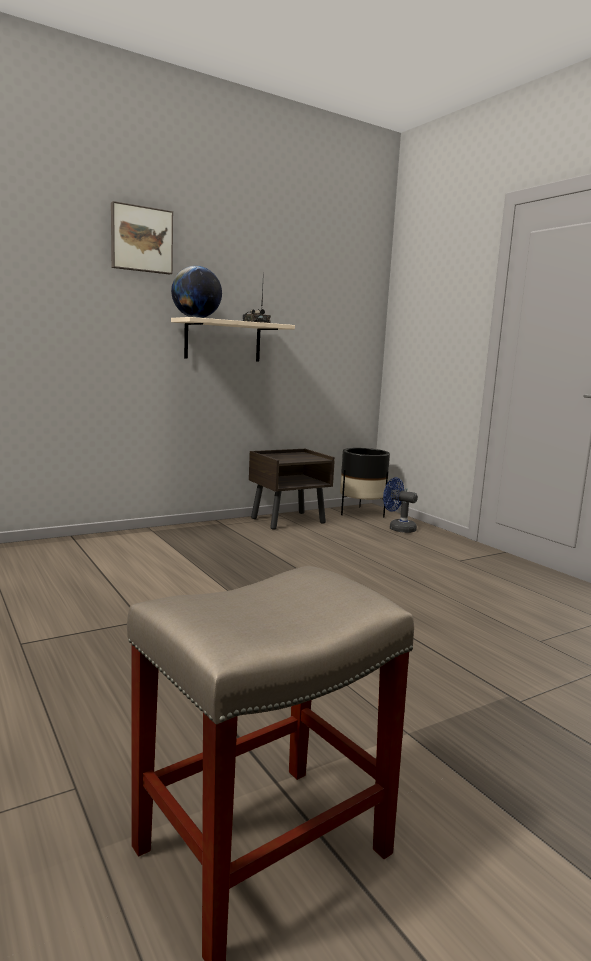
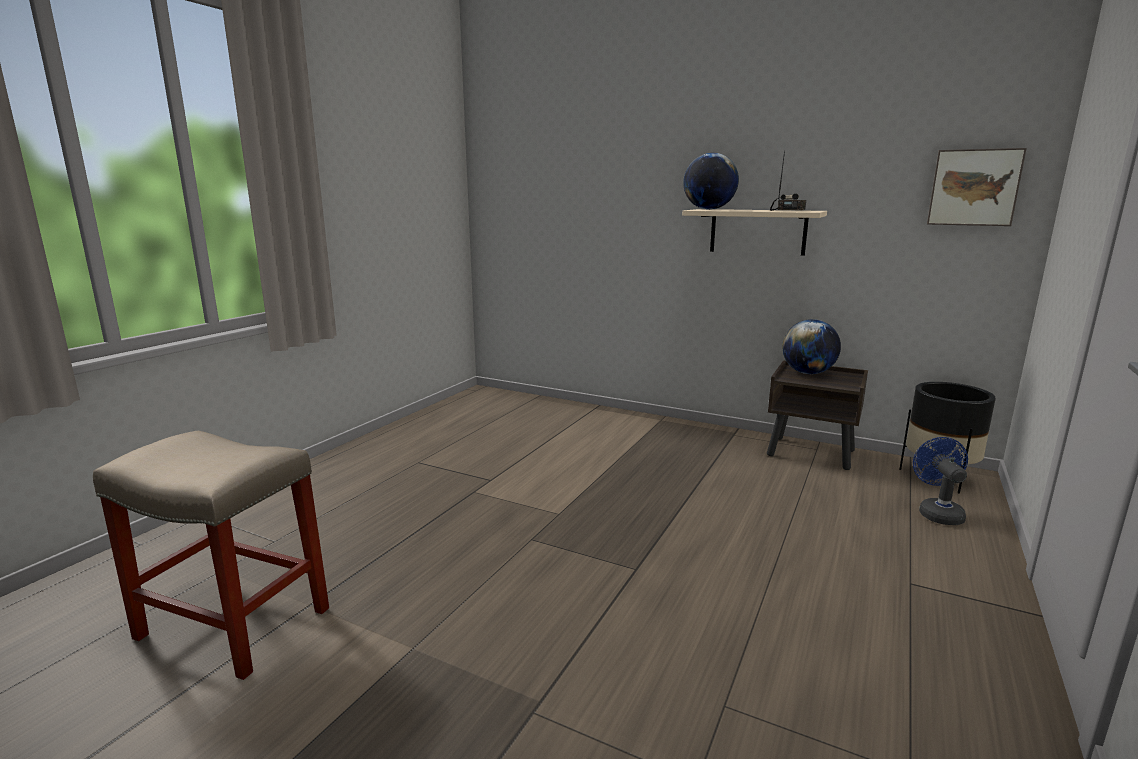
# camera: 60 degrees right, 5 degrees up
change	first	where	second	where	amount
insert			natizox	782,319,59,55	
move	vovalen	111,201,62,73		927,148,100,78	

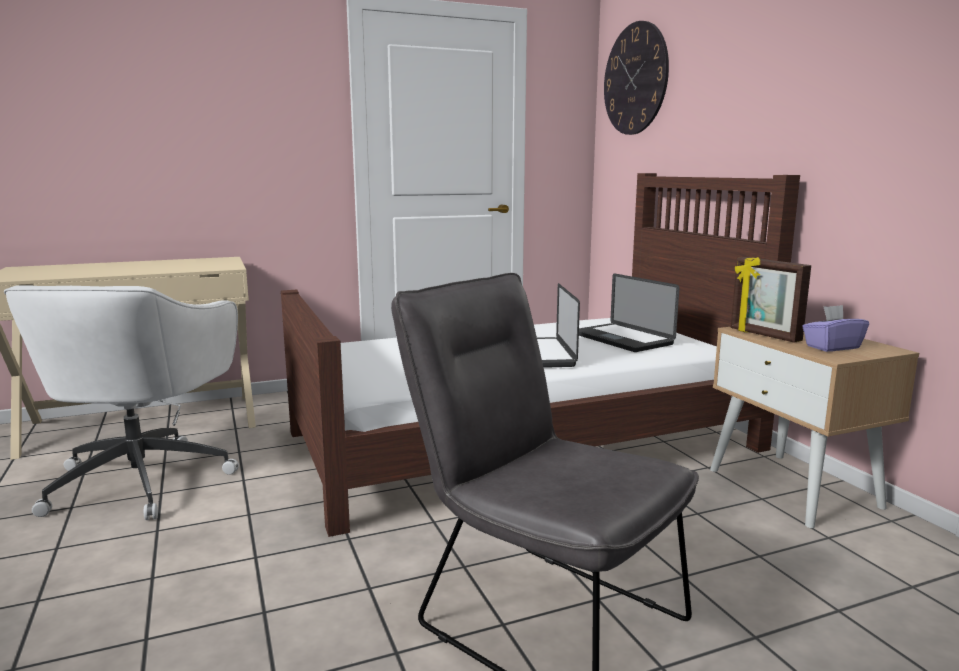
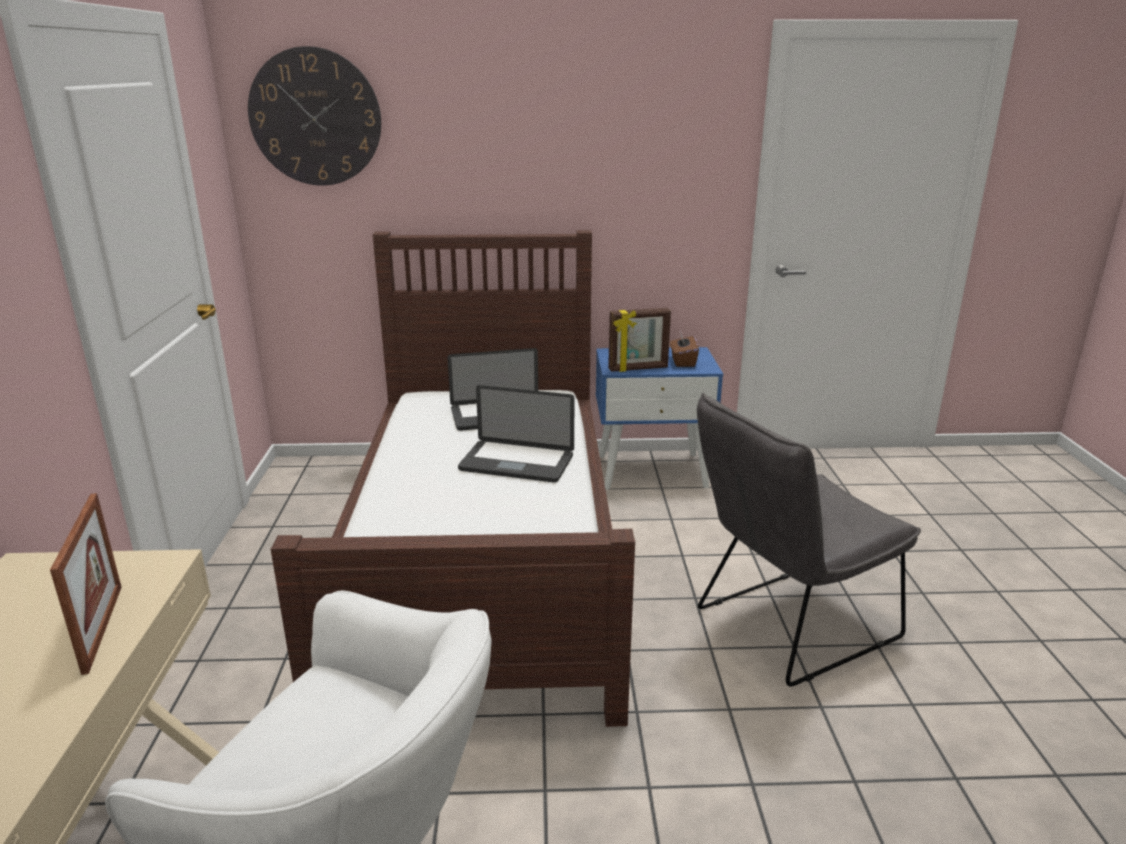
# camera: 70 degrees left, 10 degrees up
change	first	where	second	where	amount
insert			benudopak	50,493,72,182	
recolor	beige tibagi	710,327,209,201	blue tibagi	596,347,127,143	
recolor	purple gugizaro	802,305,67,47	brown gugizaro	670,330,29,37	

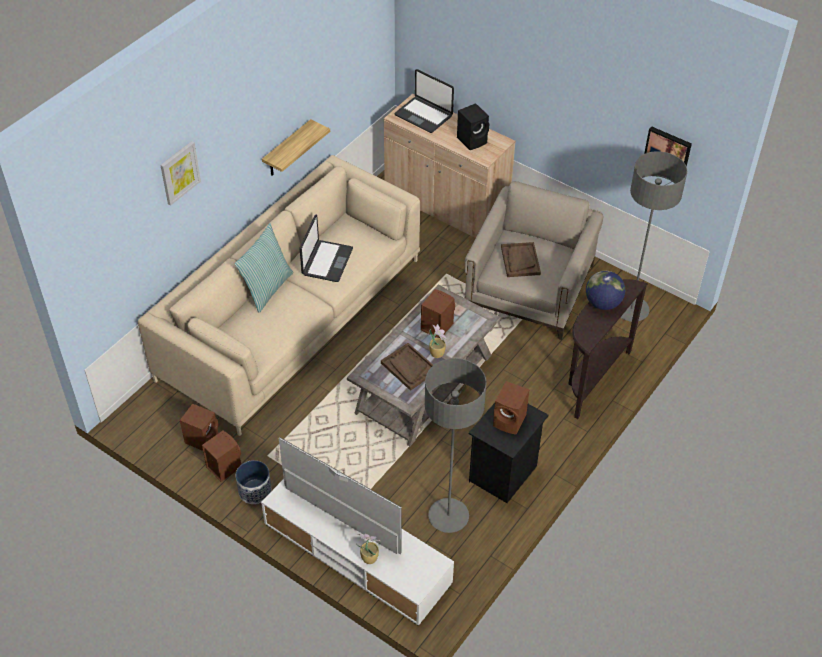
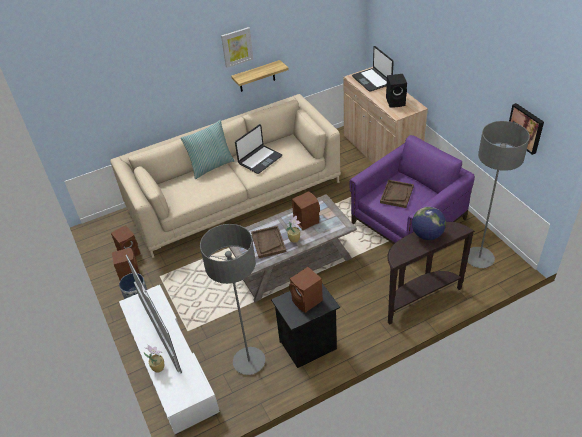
# camera: 30 degrees right, 5 degrees down
change	first	where	second	where	amount
move	vovalen	161,141,40,65		221,27,32,41	
recolor	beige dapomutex	465,181,138,159	purple dapomutex	350,135,125,109	

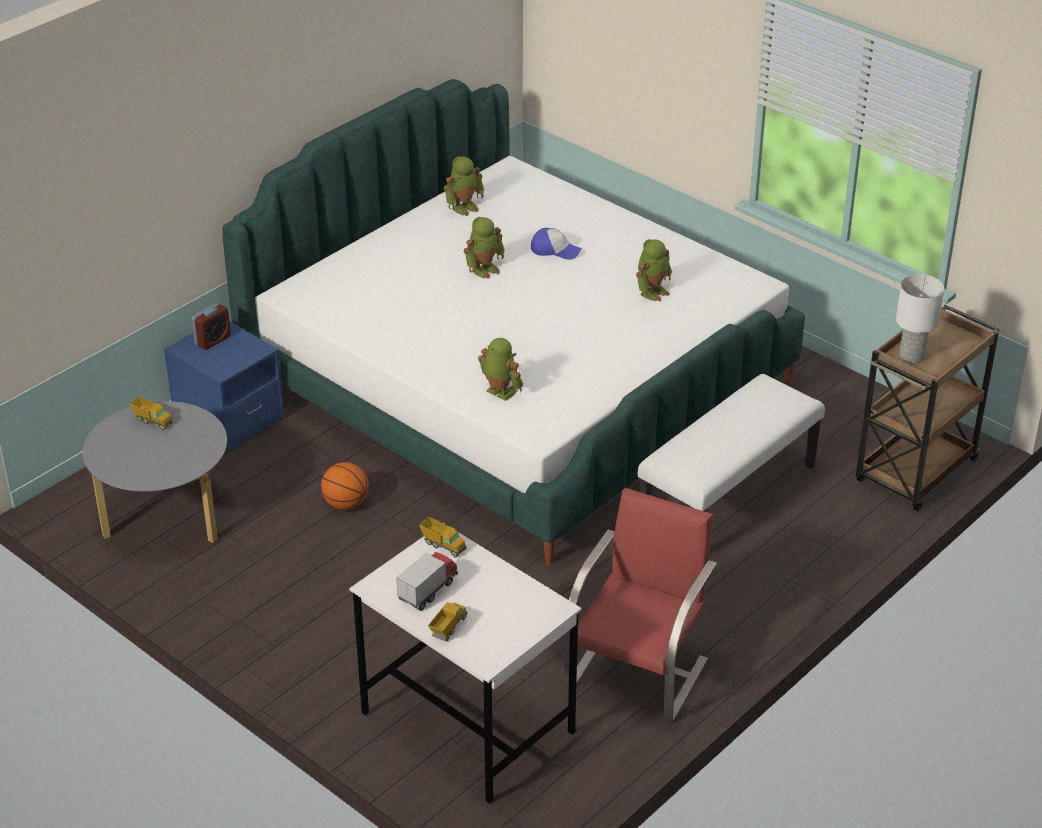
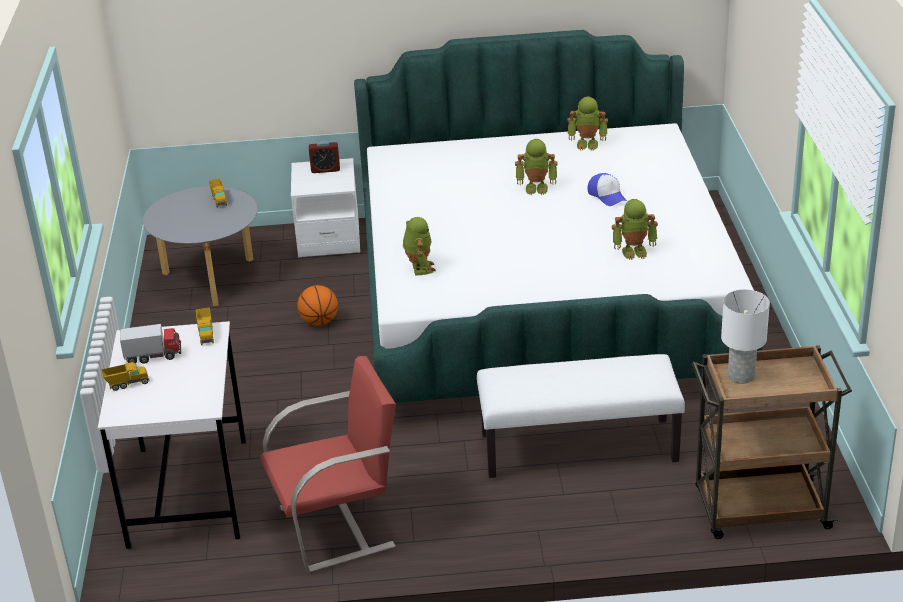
# camera: 45 degrees right, 5 degrees down
change	first	where	second	where	amount
recolor	blue tibagi	164,321,120,131	white tibagi	291,158,69,99	

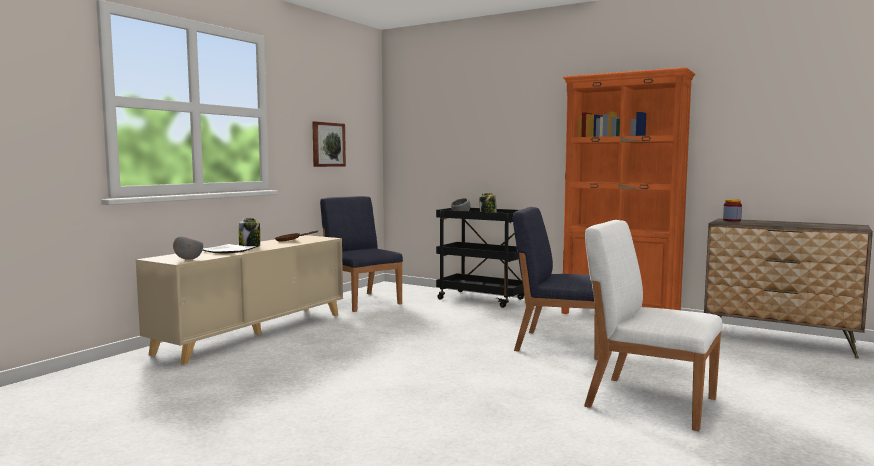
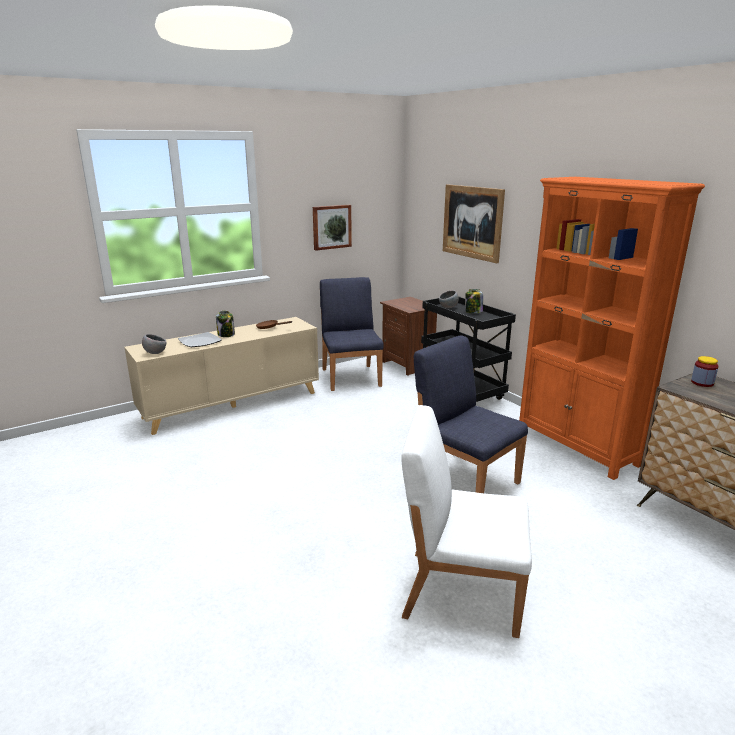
# camera: 25 degrees right, 15 degrees up
change	first	where	second	where	amount
insert			brown tibagi	380,297,57,79	
rotate	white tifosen	584,220,139,211		401,405,131,233	45 degrees counterclockwise
insert			vovalen	443,184,62,79	

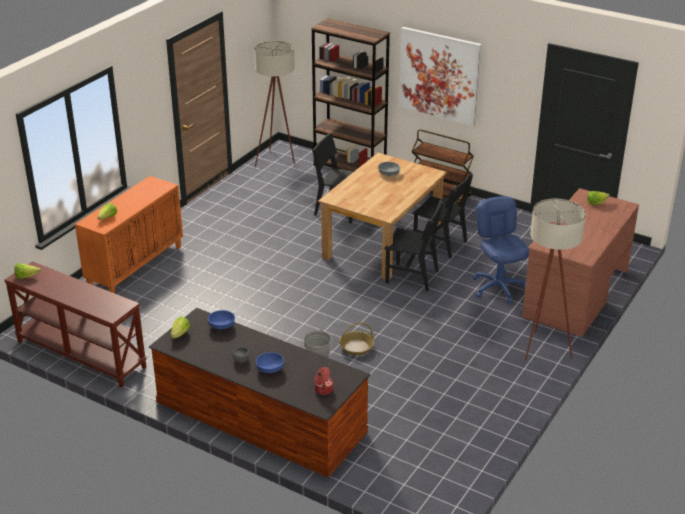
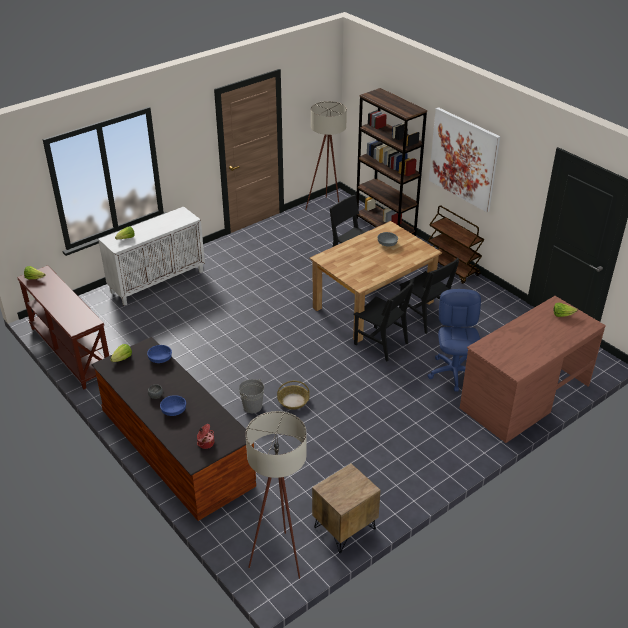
# camera: 20 degrees right, 5 degrees up
change	first	where	second	where	amount
recolor	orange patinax	75,176,108,117	white patinax	98,207,107,99	
move	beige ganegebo	525,199,61,162		246,411,61,168	
insert			brown tibagi	312,463,69,90	

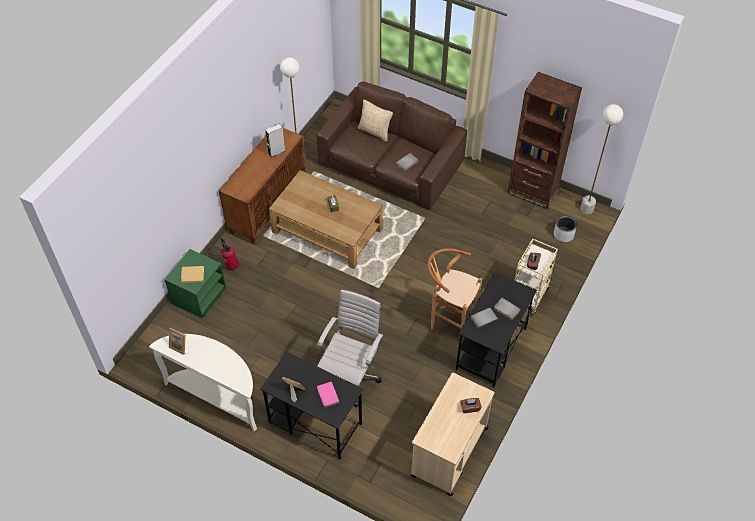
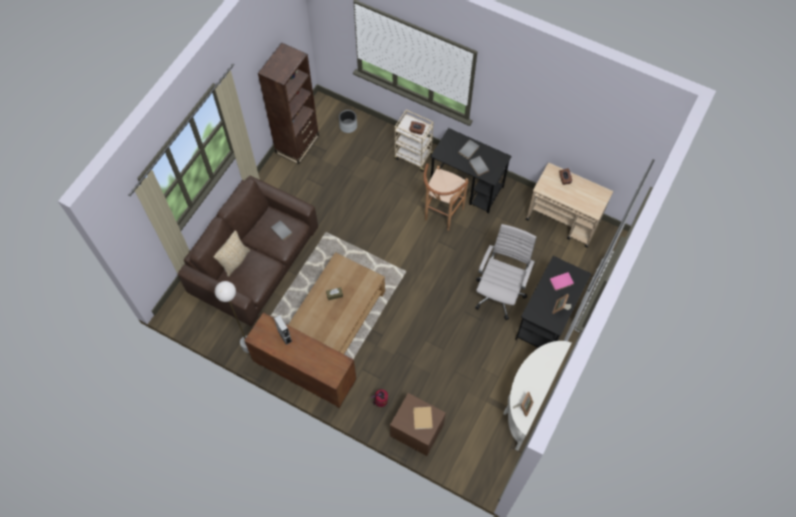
# camera: 90 degrees left, 10 degrees up
change	first	where	second	where	amount
recolor	green tibagi	164,249,62,69	brown tibagi	390,393,56,63	
rotate	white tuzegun	317,290,66,117		475,224,61,96	90 degrees clockwise
delete	white ganegebo	580,104,43,110			

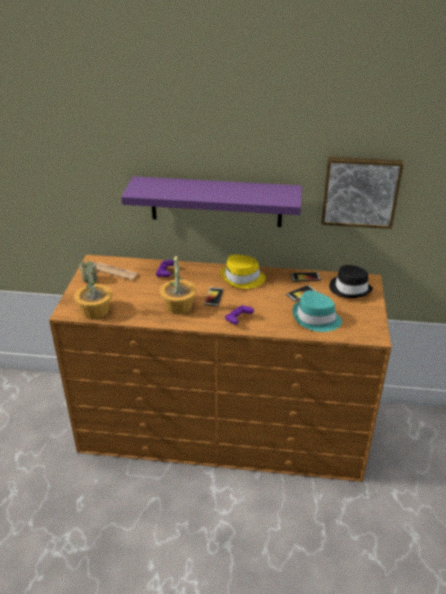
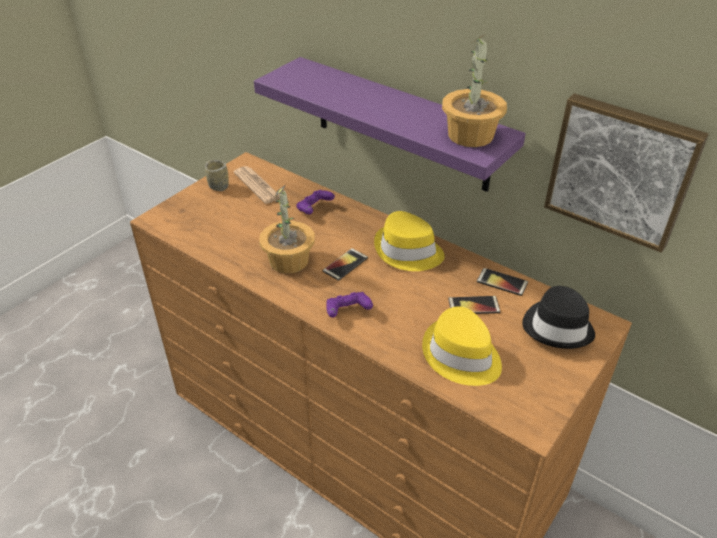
# camera: 30 degrees right, 5 degrees up
change	first	where	second	where	amount
recolor	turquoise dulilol	293,290,49,42	yellow dulilol	422,306,80,80	
move	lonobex	74,259,38,60		442,35,65,112	

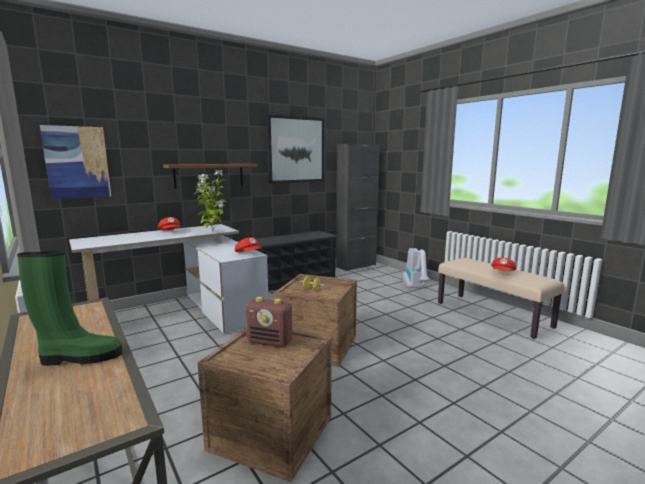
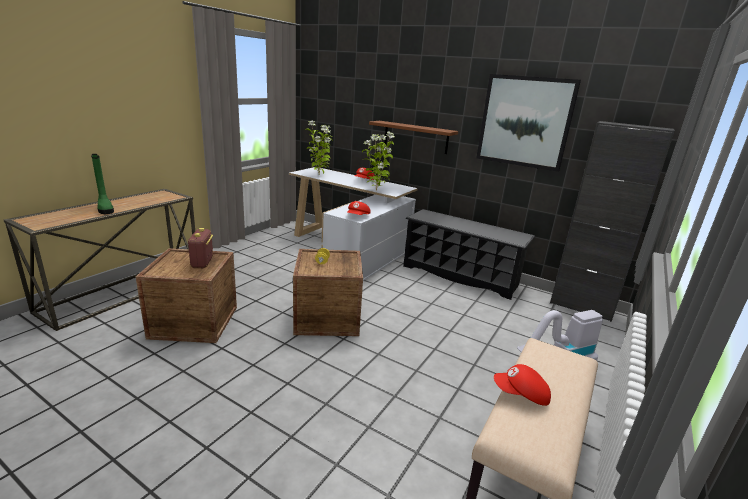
# camera: 65 degrees right, 10 degrees up
change	first	where	second	where	amount
insert			lonobex	305,121,28,53	
delete	vovalen	40,125,71,74			

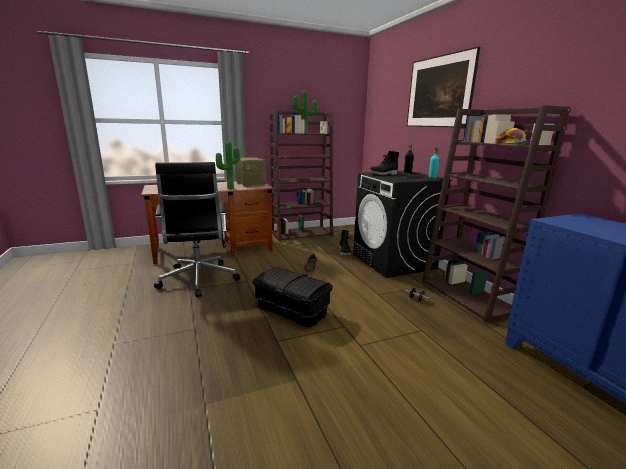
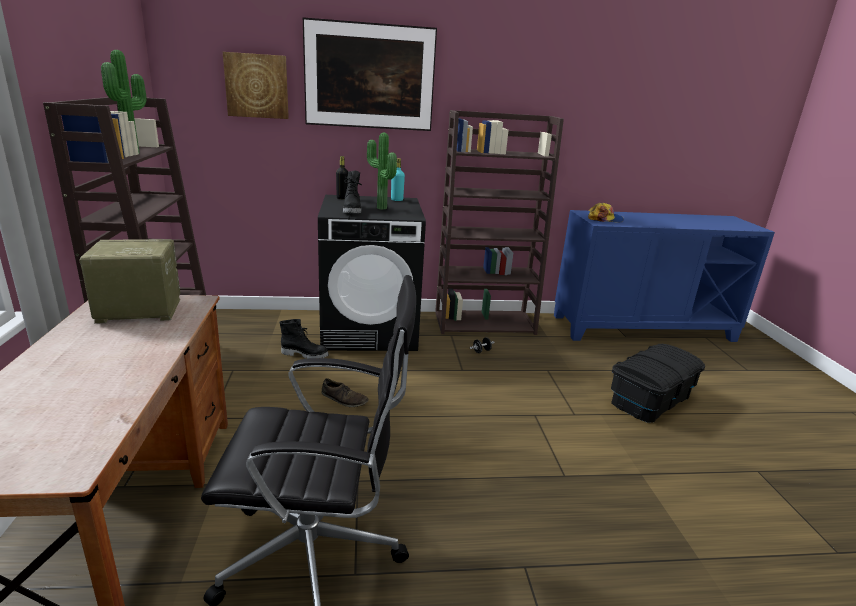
# camera: 75 degrees left, 5 degrees up
change	first	where	second	where	amount
insert			vovalen	223,52,66,67	
move	lonobex	216,142,24,47		367,133,30,77	
move	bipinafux	495,128,35,16		588,203,36,19	
move	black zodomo	252,267,81,60		611,344,94,79	

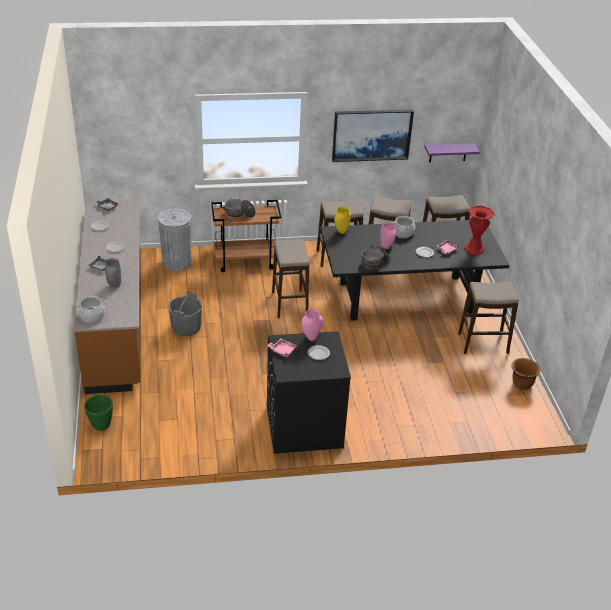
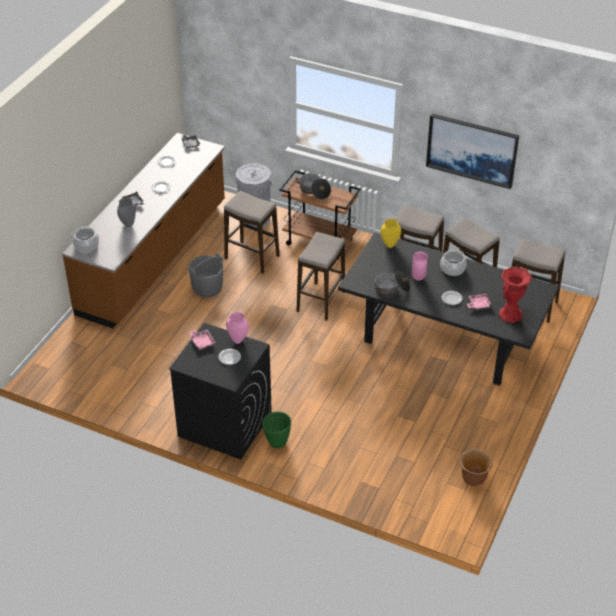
# camera: 35 degrees right, 5 degrees up
change	first	where	second	where	amount
move	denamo	458,282,61,72		224,191,56,83	
move	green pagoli	84,394,29,37		262,412,29,36	
delete	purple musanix	424,143,56,19			

